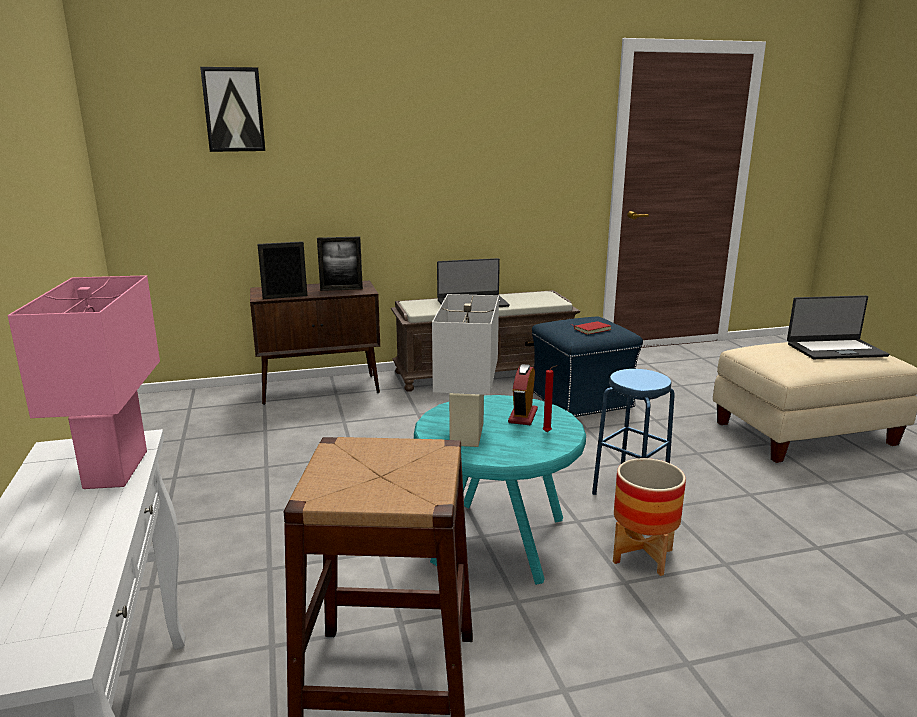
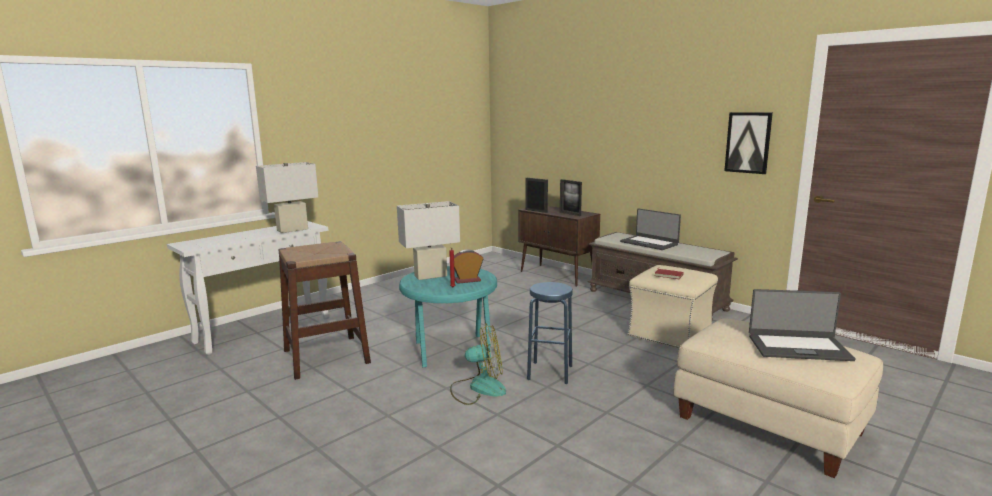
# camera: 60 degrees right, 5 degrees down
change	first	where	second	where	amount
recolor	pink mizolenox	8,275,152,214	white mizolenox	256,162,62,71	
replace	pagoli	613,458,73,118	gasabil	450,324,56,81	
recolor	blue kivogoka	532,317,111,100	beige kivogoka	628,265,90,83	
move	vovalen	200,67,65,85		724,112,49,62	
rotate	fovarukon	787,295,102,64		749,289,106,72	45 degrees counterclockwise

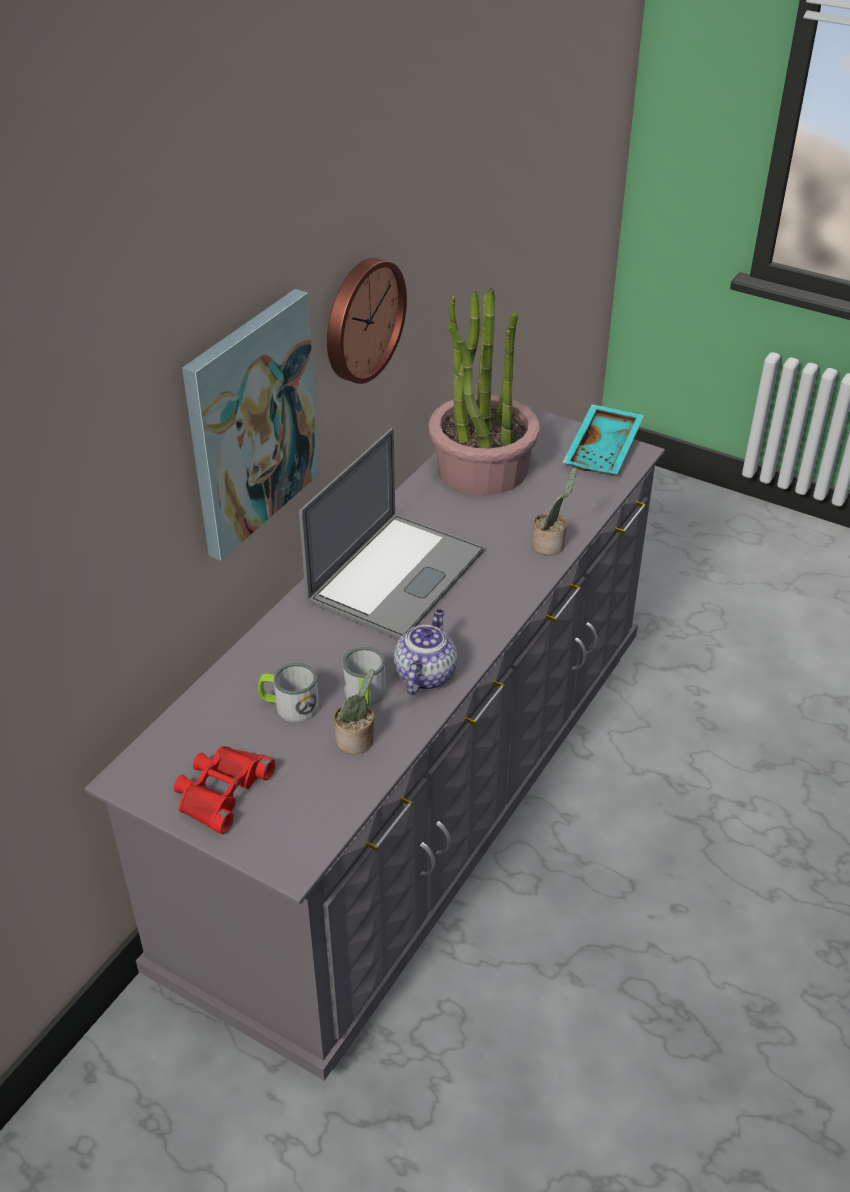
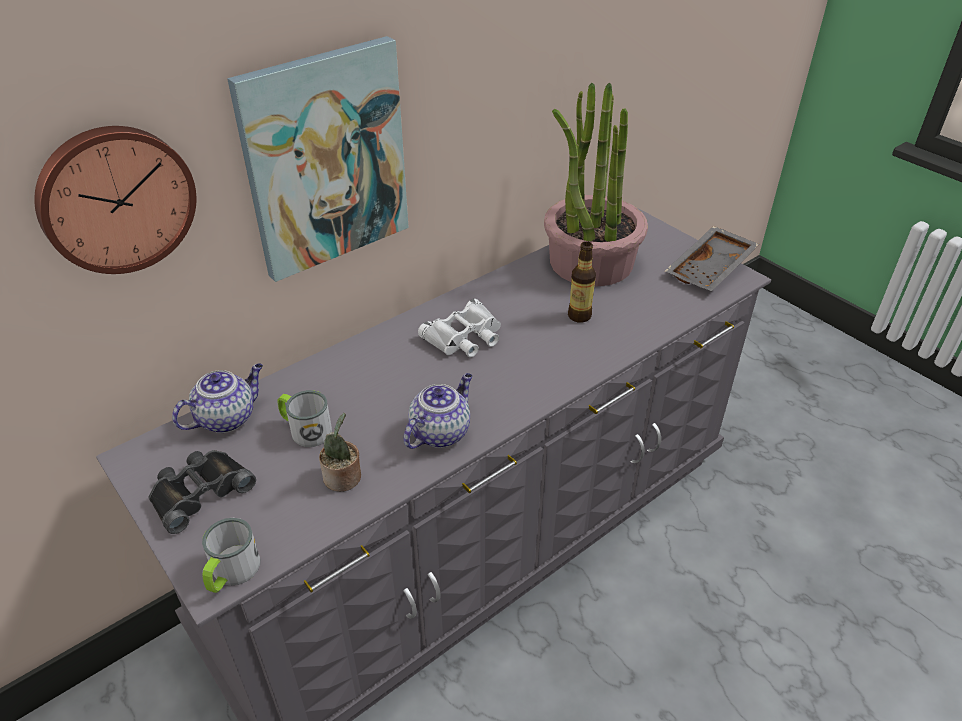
# camera: 20 degrees right, 0 degrees up
change	first	where	second	where	amount
move	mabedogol	327,258,80,126		34,126,162,148	
recolor	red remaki	174,746,102,88	black remaki	148,450,108,84	
insert			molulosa	172,364,91,69	
move	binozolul	342,647,44,60		202,518,58,75	
replace	fovarukon	299,428,185,212	white remaki	418,299,83,58	
insert			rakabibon	568,241,28,82	
recolor	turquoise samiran	562,404,82,70	grey samiran	665,226,94,65	
delete	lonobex	532,467,44,88			

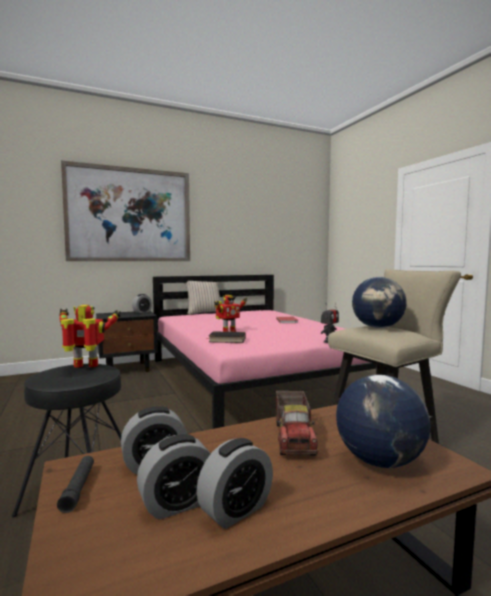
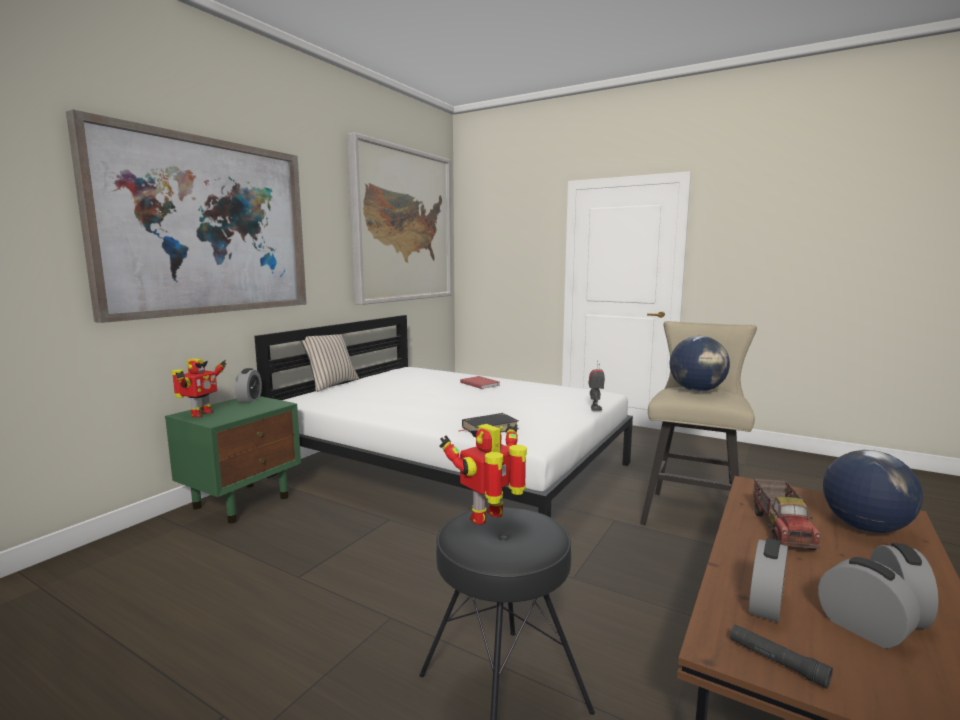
# camera: 35 degrees left, 5 degrees up
change	first	where	second	where	amount
recolor	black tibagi	96,311,62,61	green tibagi	165,396,136,127	
move	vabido	214,295,34,37		172,358,55,59	
recolor	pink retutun	153,275,234,154	white retutun	254,315,379,202	
insert			vovalen	347,132,105,173	
rotate	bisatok	276,391,41,65		753,479,68,71	45 degrees clockwise
rotate	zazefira	137,434,74,86		818,557,102,91	60 degrees counterclockwise

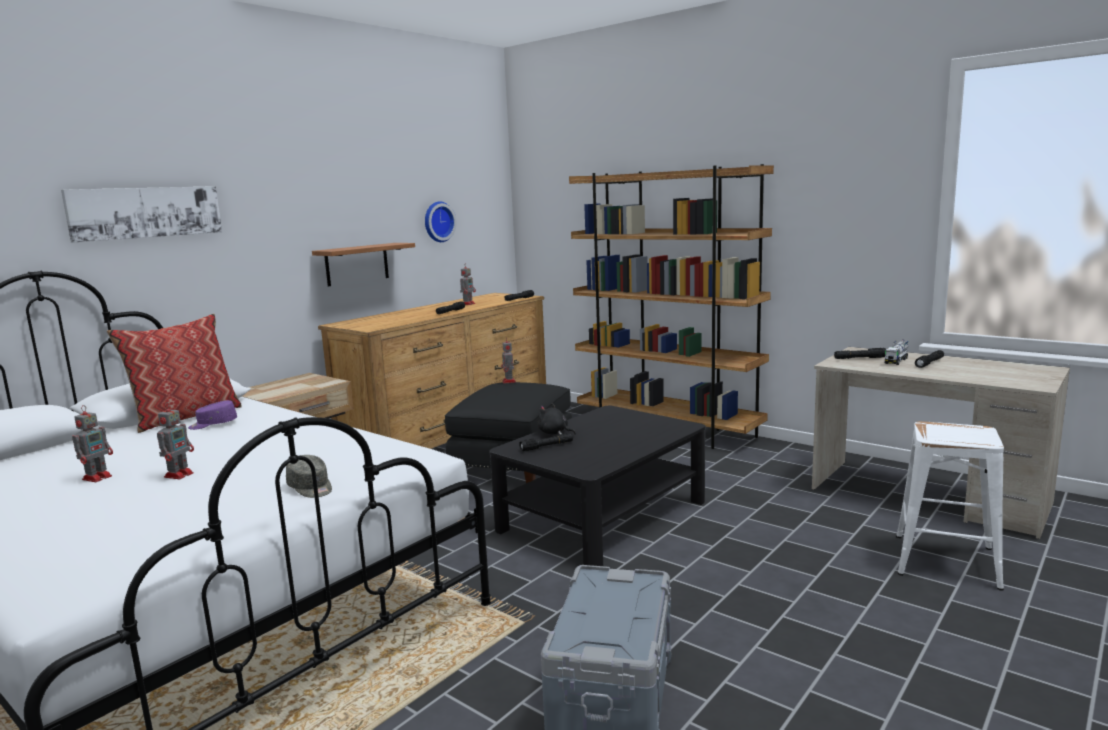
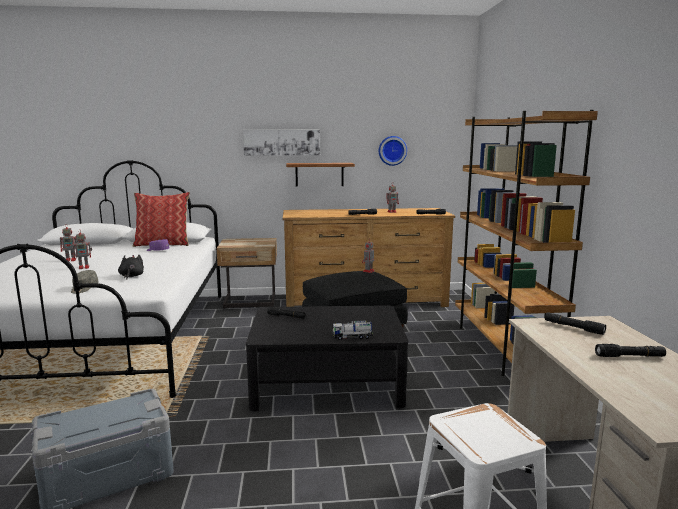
# camera: 45 degrees right, 0 degrees up
change	first	where	second	where	amount
move	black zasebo	537,403,39,32		118,255,26,25	
move	vovalen	61,186,161,57		243,130,77,26	
move	bisatok	885,340,23,25		332,320,41,20	

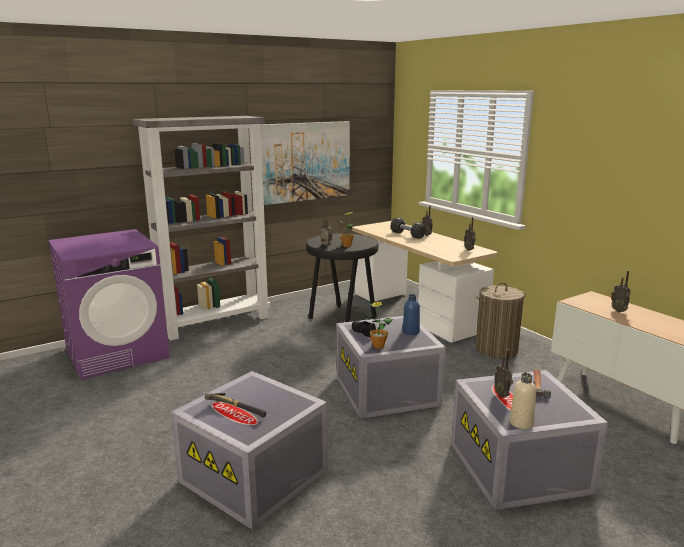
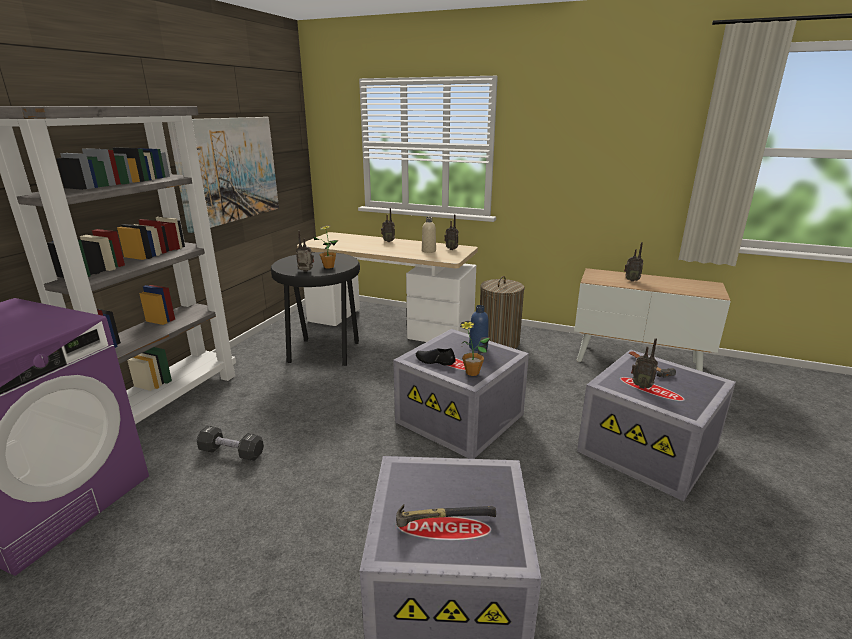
# camera: 35 degrees left, 5 degrees up
change	first	where	second	where	amount
move	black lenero	391,218,35,21		197,426,67,35	
move	beige rakabibon	510,373,26,56		422,217,14,36	

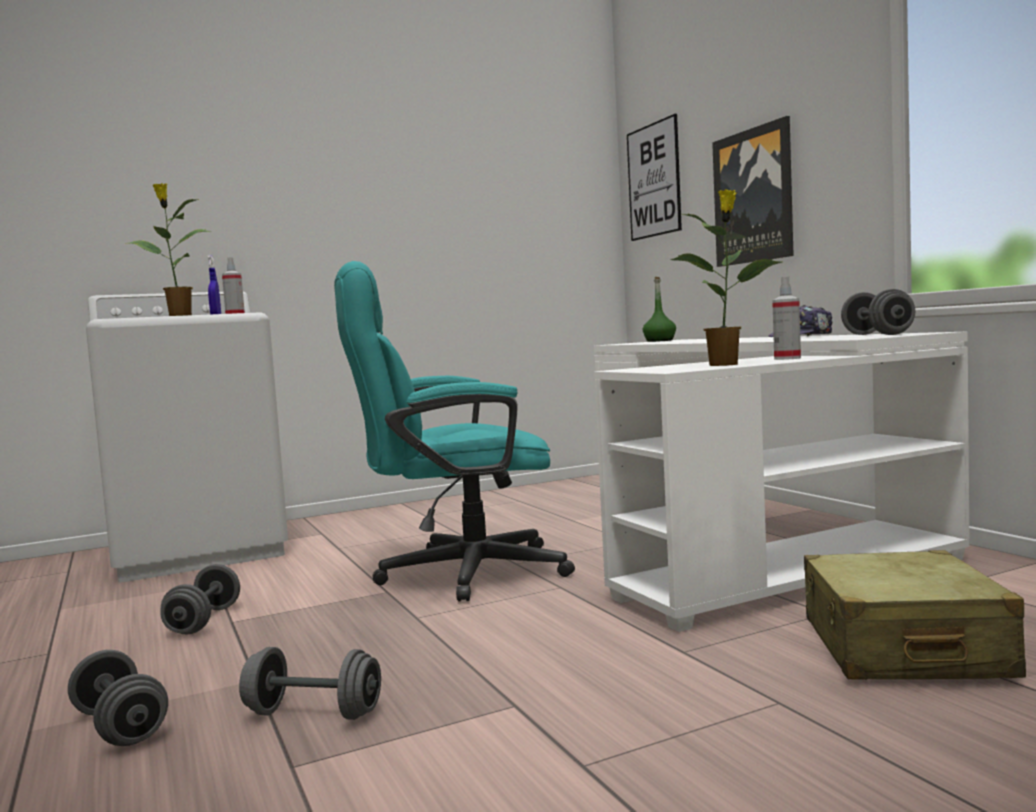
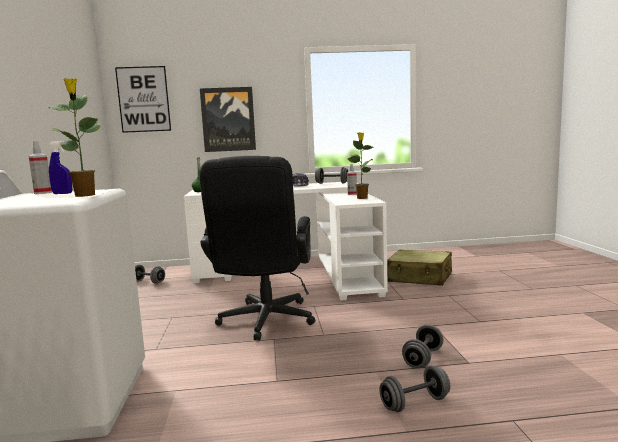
# camera: 70 degrees left, 5 degrees up
change	first	where	second	where	amount
move	grey lenero	160,564,80,70		135,265,30,19	
recolor	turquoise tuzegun	334,261,241,341	black tuzegun	199,156,116,184	

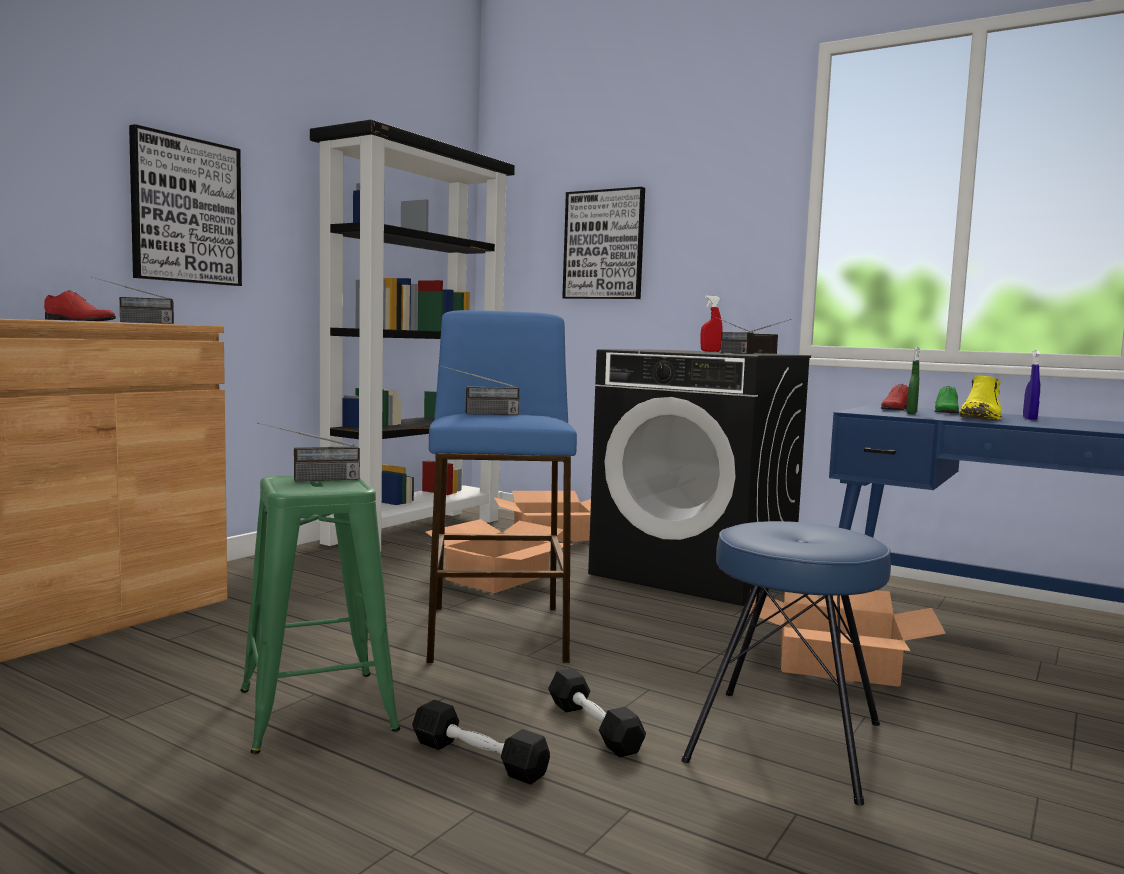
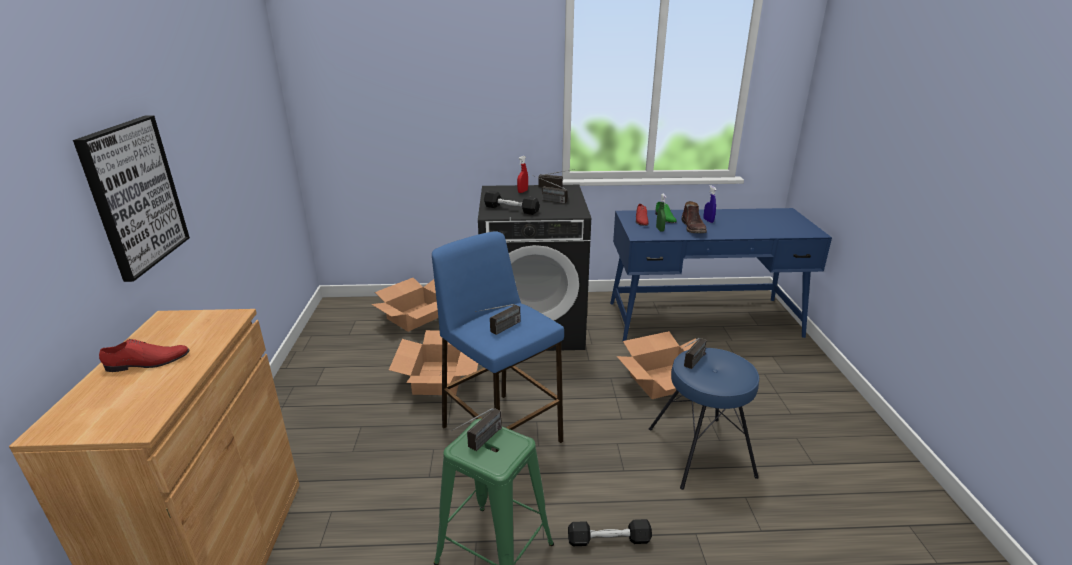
# camera: 35 degrees left, 20 degrees up
change	first	where	second	where	amount
move	black lenero	548,668,98,89		484,190,56,25	
move	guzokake	91,276,83,48		680,338,27,31	
recolor	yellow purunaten	959,376,43,44	brown purunaten	681,201,26,32	
delete	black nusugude	310,119,205,433			
delete	vovalen	562,187,83,112			

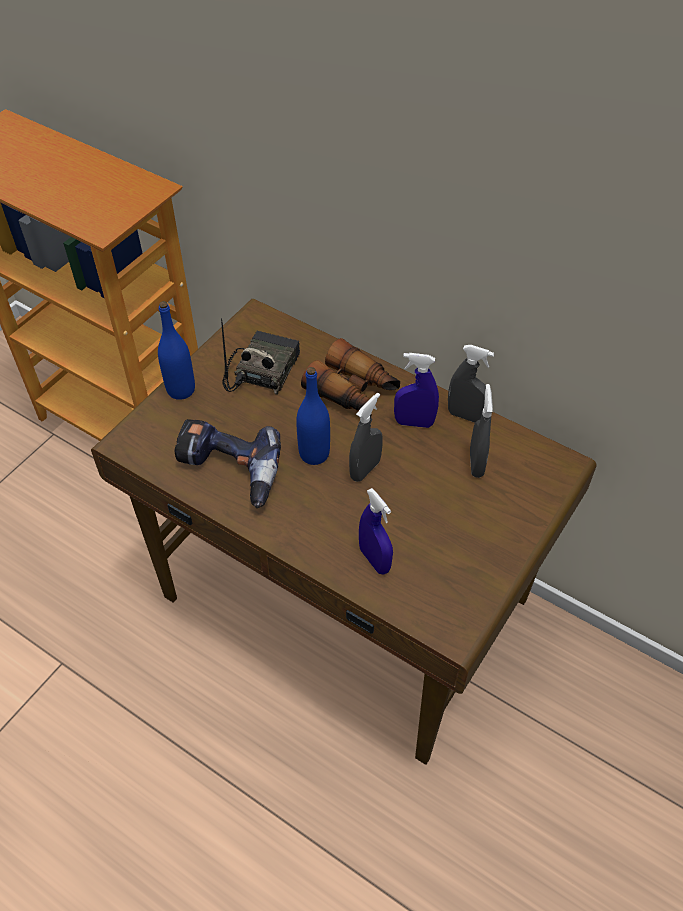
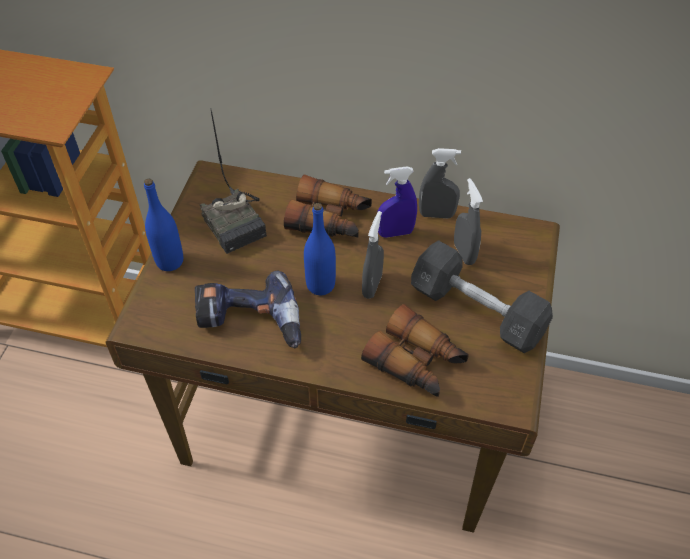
# camera: 20 degrees left, 0 degrees up
change	first	where	second	where	amount
rotate	guzokake	221,318,79,77		200,108,67,146	150 degrees clockwise
replace	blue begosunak	359,488,34,87	remaki	361,304,108,93	
insert			grey lenero	411,240,142,113	

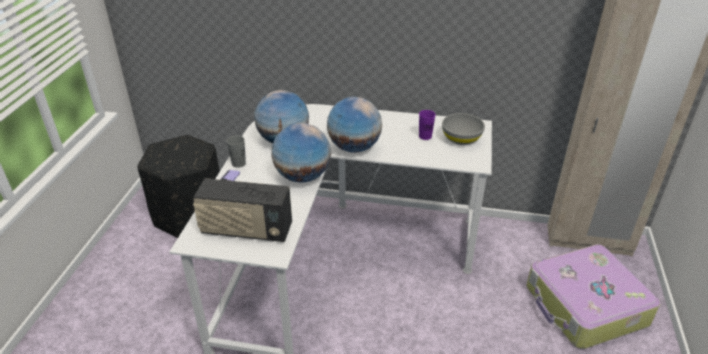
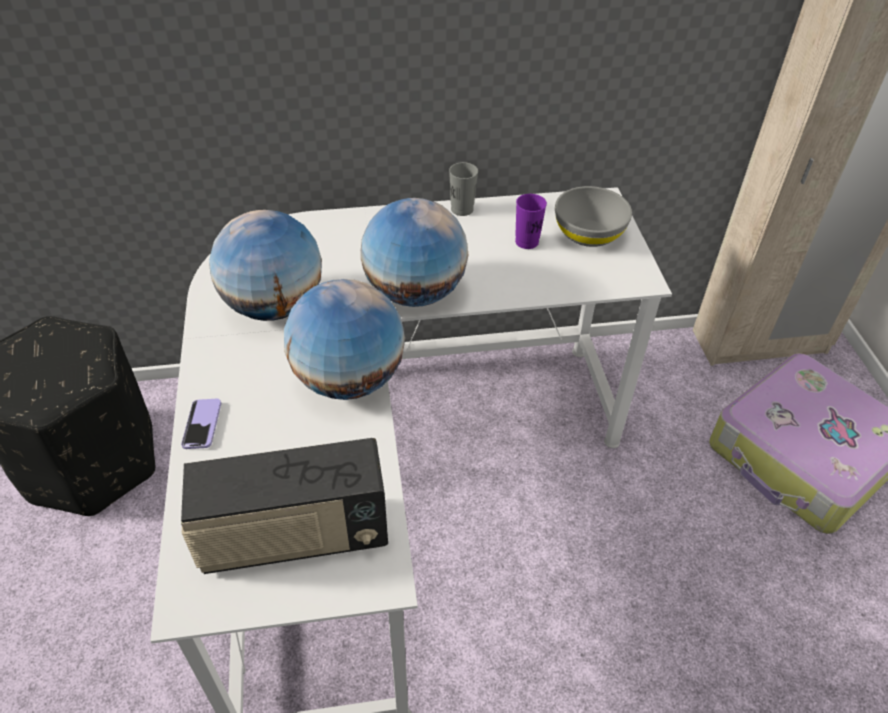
# camera: 20 degrees left, 10 degrees up
change	first	where	second	where	amount
move	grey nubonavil	227,136,19,32		449,162,29,54	

